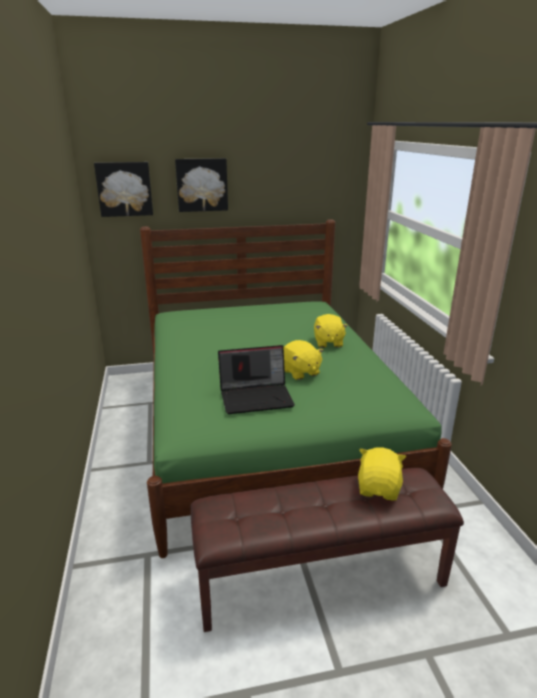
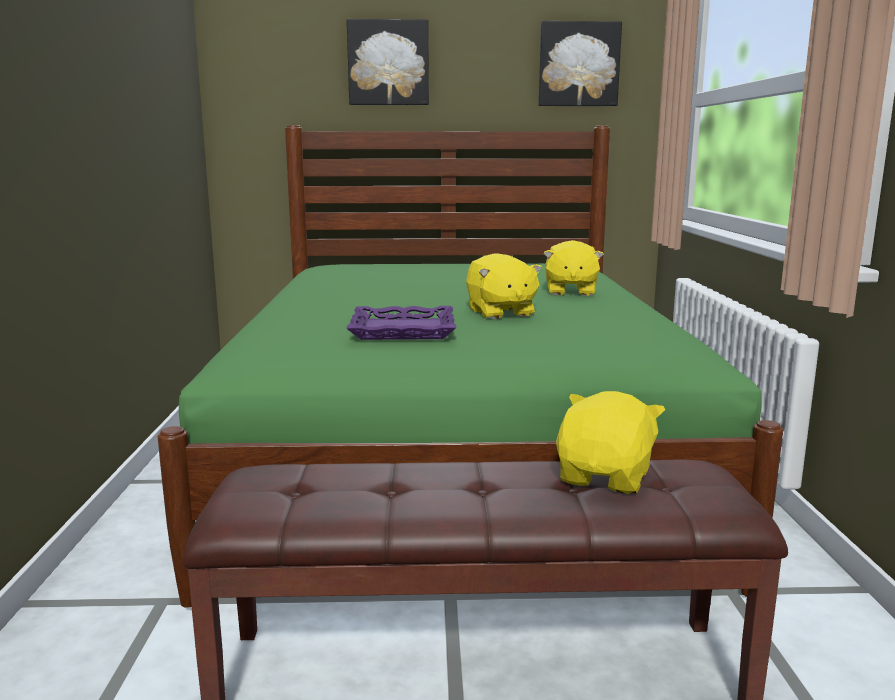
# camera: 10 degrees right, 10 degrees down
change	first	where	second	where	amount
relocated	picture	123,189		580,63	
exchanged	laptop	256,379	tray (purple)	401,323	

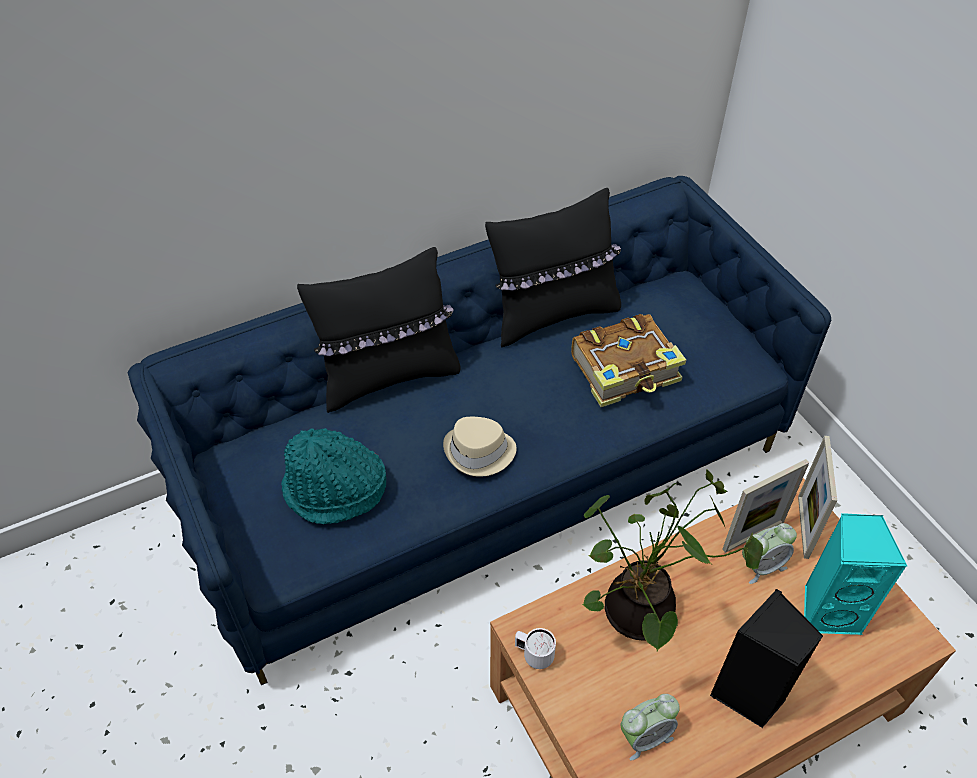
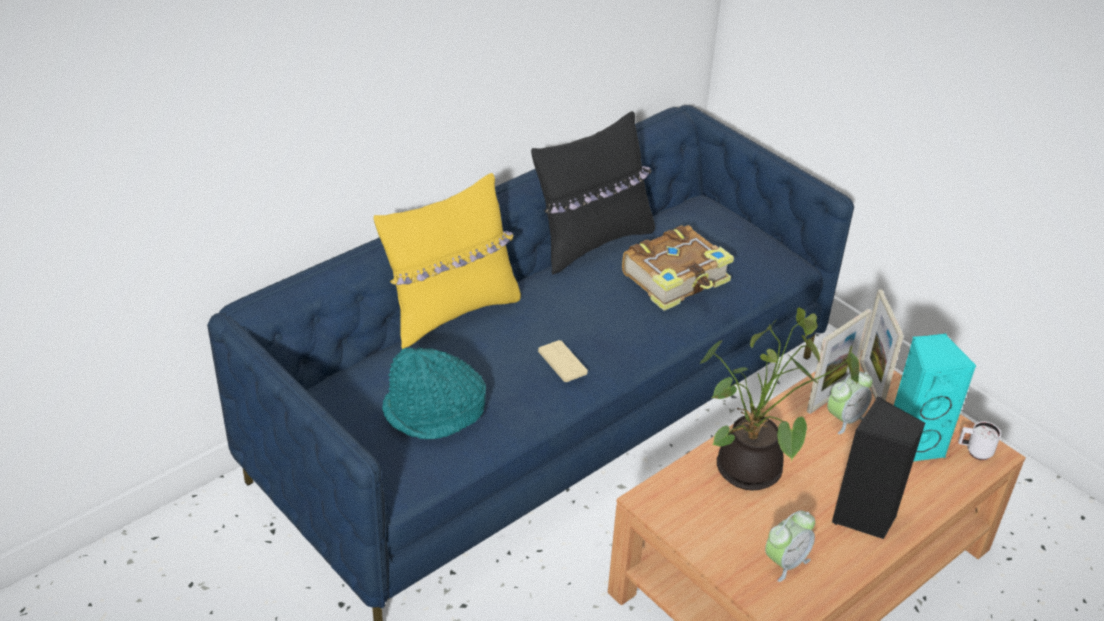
# camera: 15 degrees left, 10 degrees down
change	first	where	second	where	amount
colour	pillow (black)	378,330	pillow (yellow)	447,261	
exchanged	hat (beige)	480,447	game controller (beige)	563,361	
relocated	mug (white)	535,648		979,440	

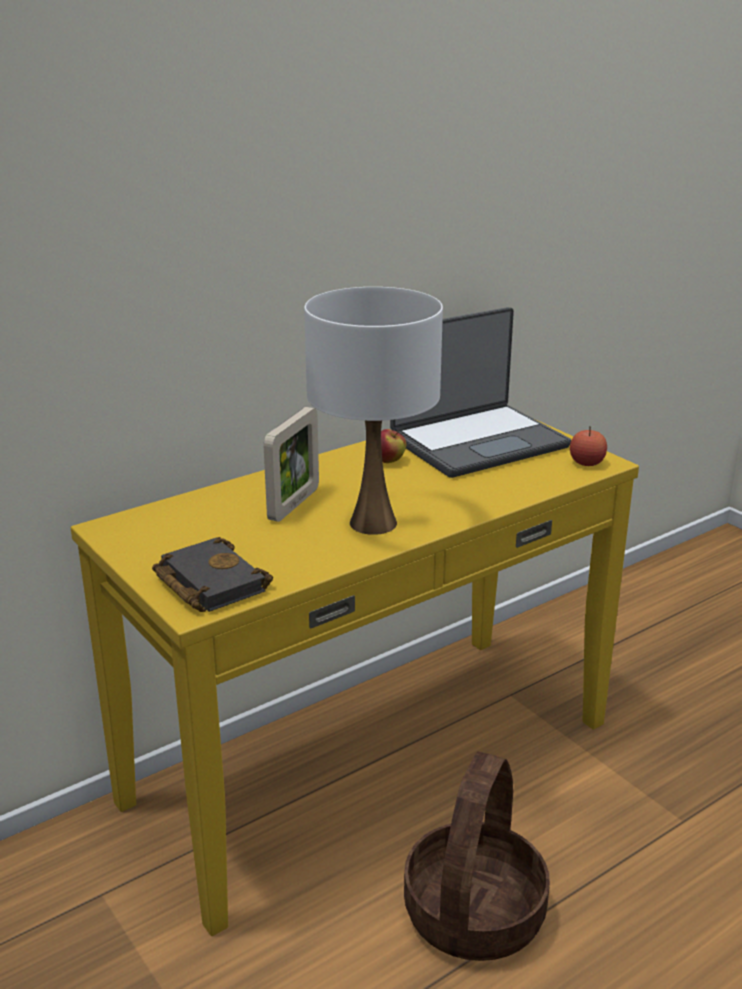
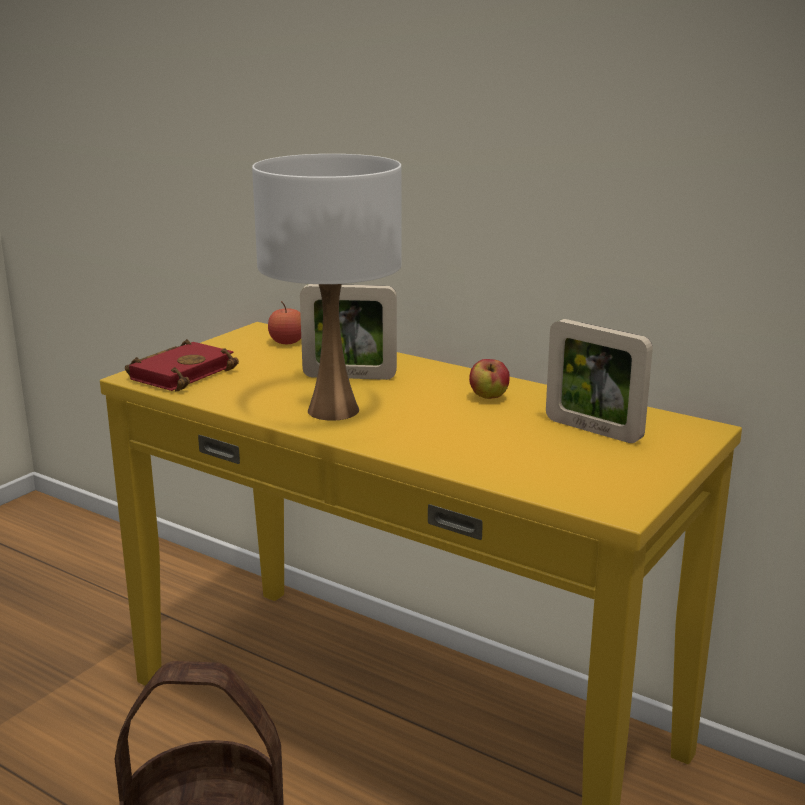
# camera: 70 degrees right, 5 degrees down
change	first	where	second	where	amount
colour	book (black)	212,574	book (red)	182,365	
exchanged	laptop	480,392	picture frame	599,381	
relocated	apple	588,446		284,322	

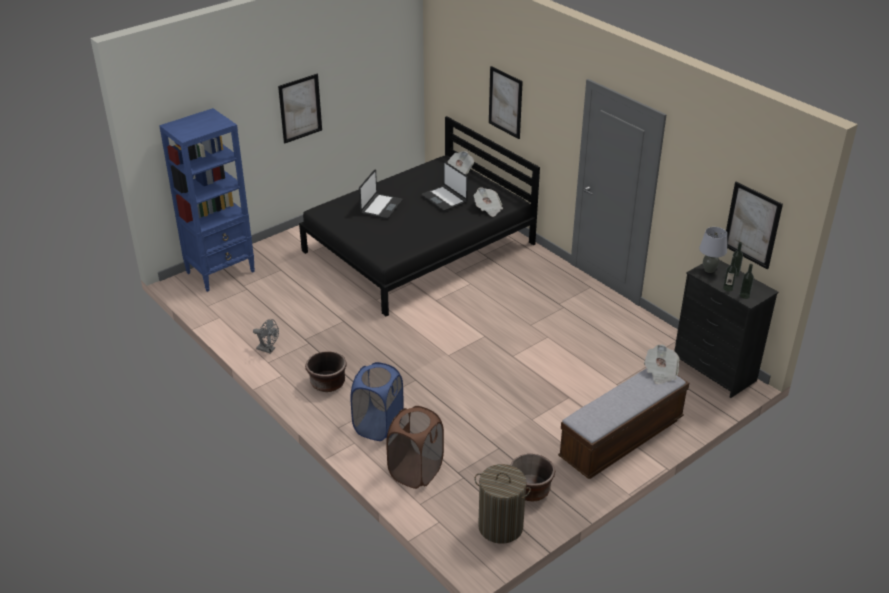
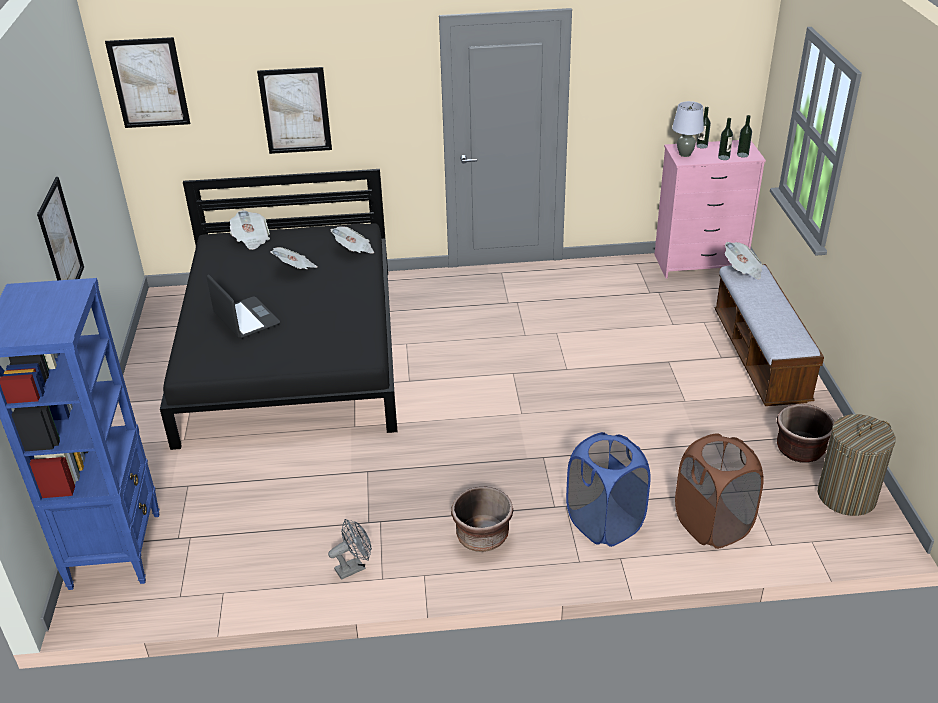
# camera: 55 degrees left, 0 degrees up
change	first	where	second	where	amount
exchanged	laptop	445,186	newspaper	294,258	
colour	dresser (black)	726,329	dresser (pink)	710,209	
relocated	picture	754,226		147,82	

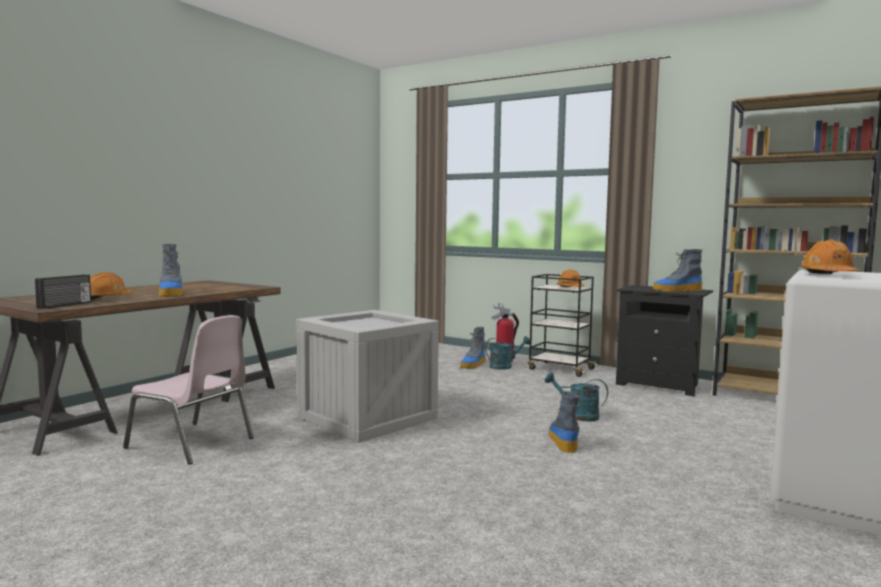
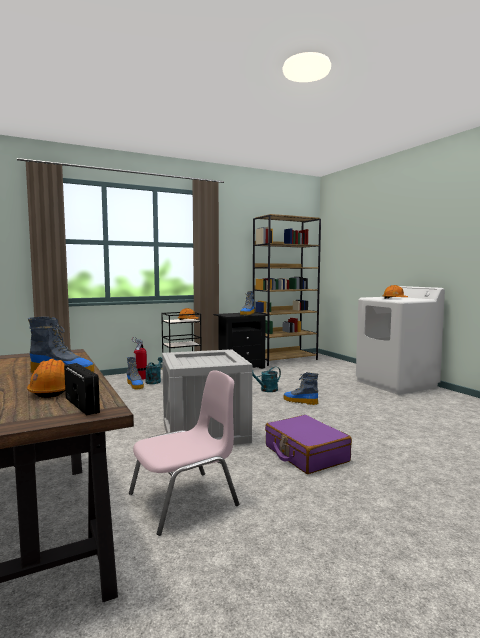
# camera: 60 degrees left, 0 degrees up
change	first	where	second	where	amount
appeared			suitcase (purple)	308,444	

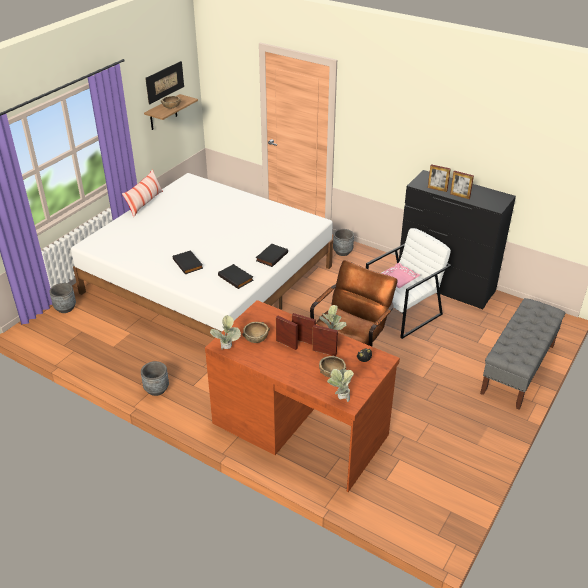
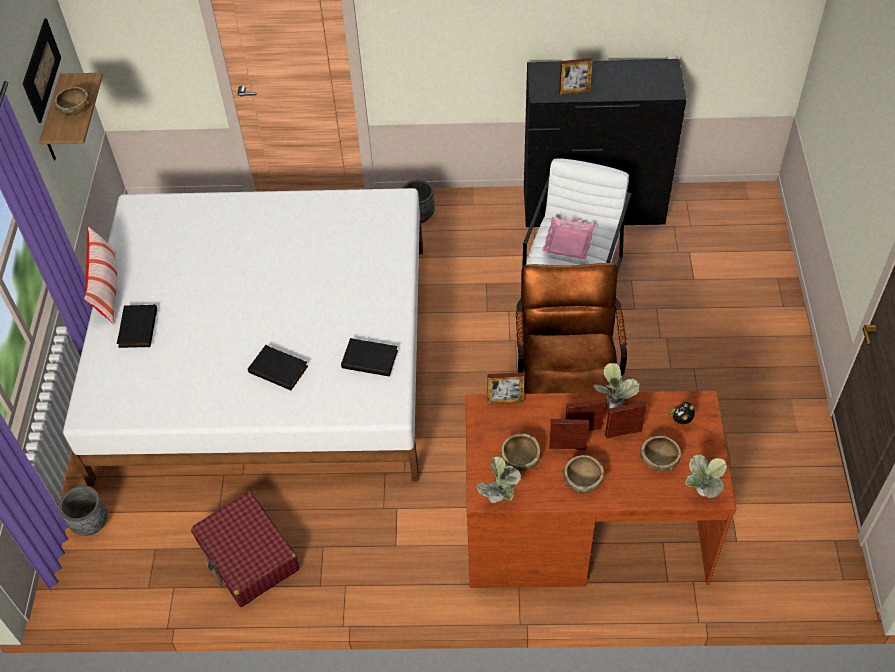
# camera: 30 degrees left, 15 degrees up
change	first	where	second	where	amount
missing	planter (grey)	155,378			
relocated	book (black)	272,255		137,326	
relocated	picture frame	462,185		506,388	
missing	bench (grey)	523,354			
appeared			suitcase (red)	245,549	
appeared			bowl (brown)	584,474	

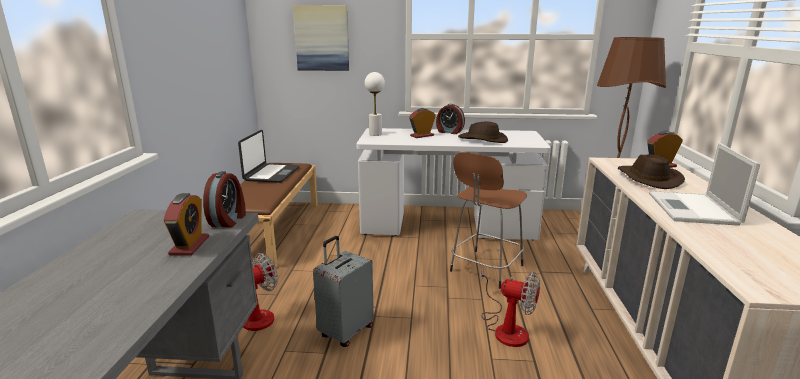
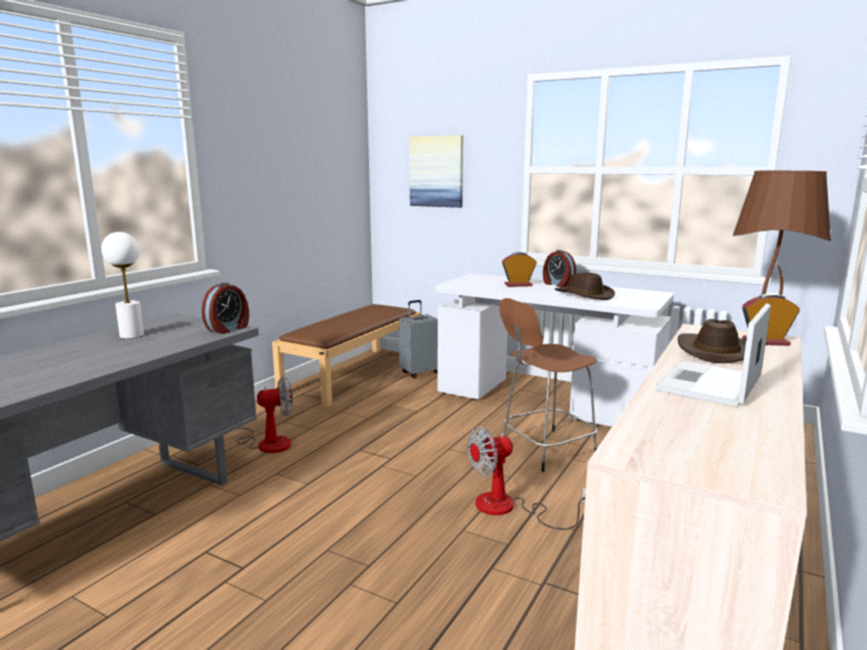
# camera: 25 degrees right, 5 degrees down
change	first	where	second	where	amount
missing	alarm clock	186,224			
missing	laptop	268,156			
relocated	suitcase (grey)	343,291		418,339	
relocated	table lamp (white)	375,104		122,285	
spun	fan	510,307		526,478	105 degrees clockwise

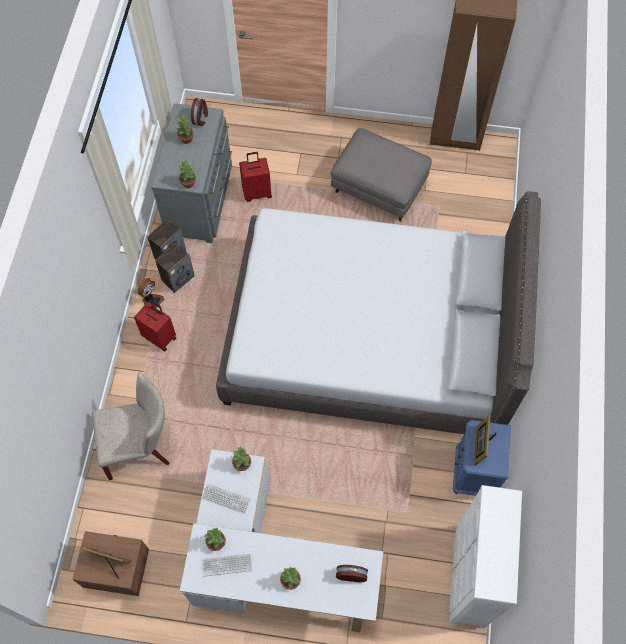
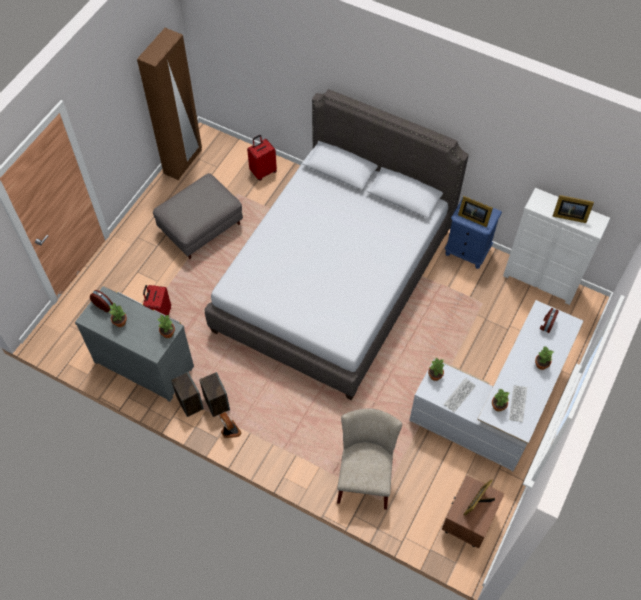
# camera: 70 degrees left, 5 degrees down
change	first	where	second	where	amount
relocated	suitcase (red)	155,326		262,158	
appeared			picture frame	573,209	

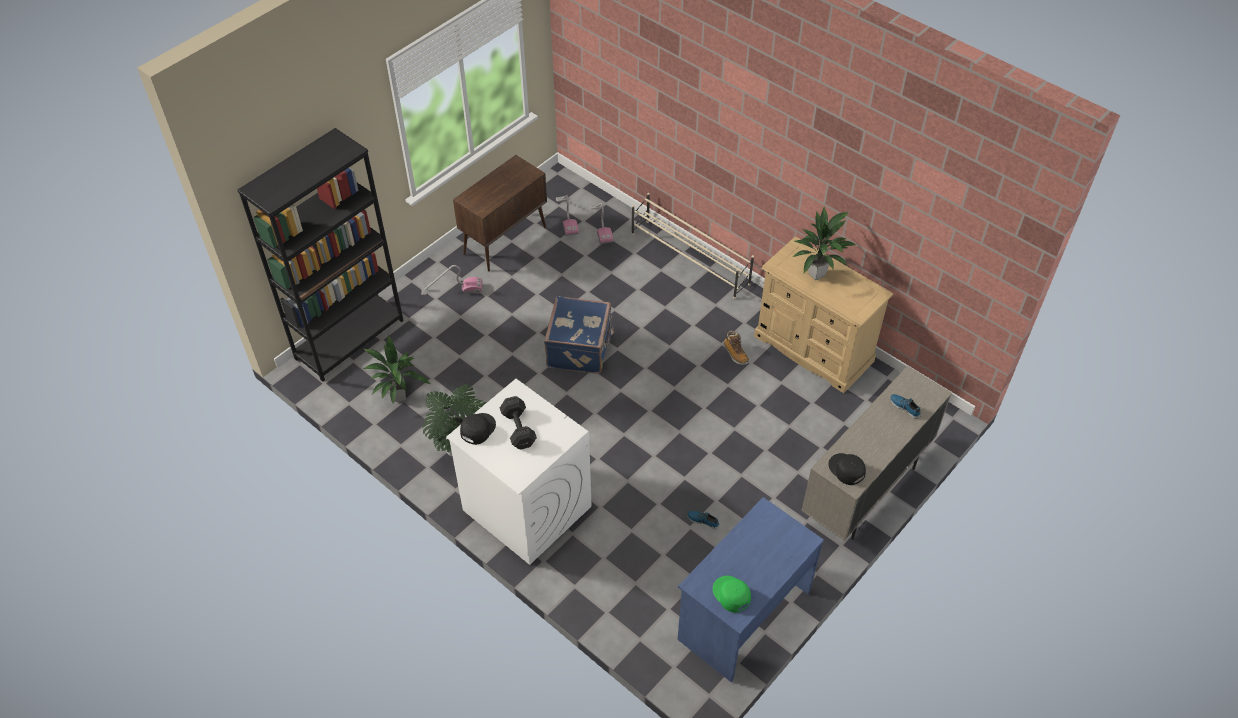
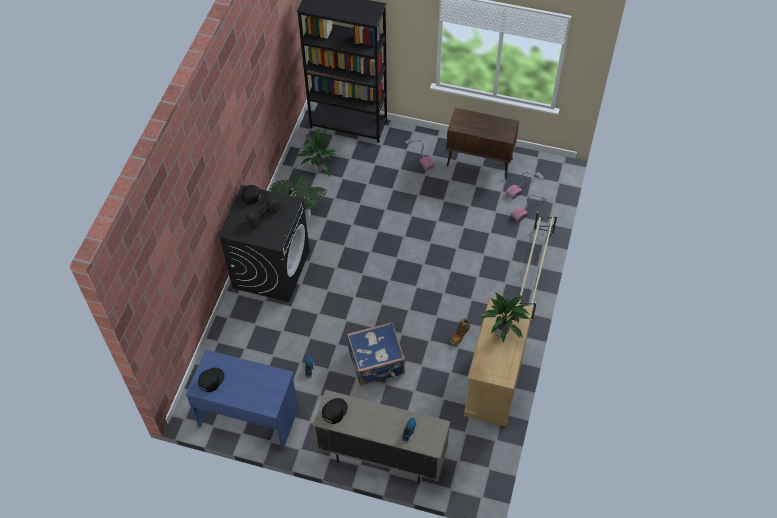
# camera: 65 degrees right, 5 degrees up
change	first	where	second	where	amount
colour	washing machine (white)	518,472	washing machine (black)	264,243	
relocated	suitcase (blue)	579,335		376,354	
colour	cap (green)	732,594	cap (black)	211,379	

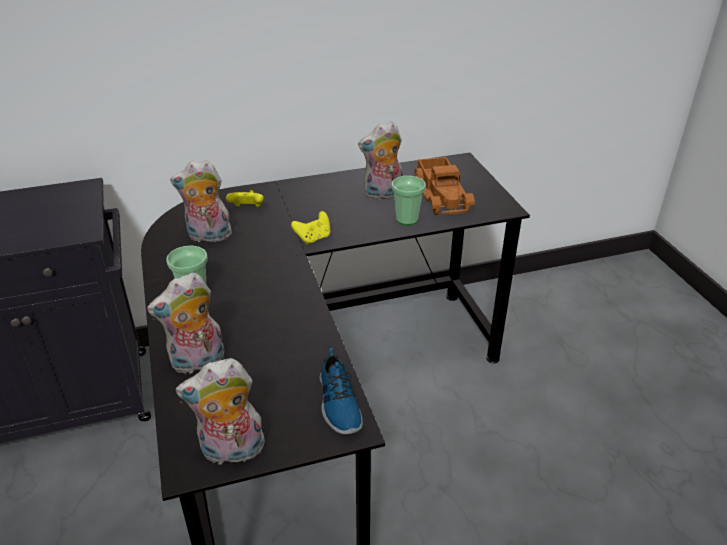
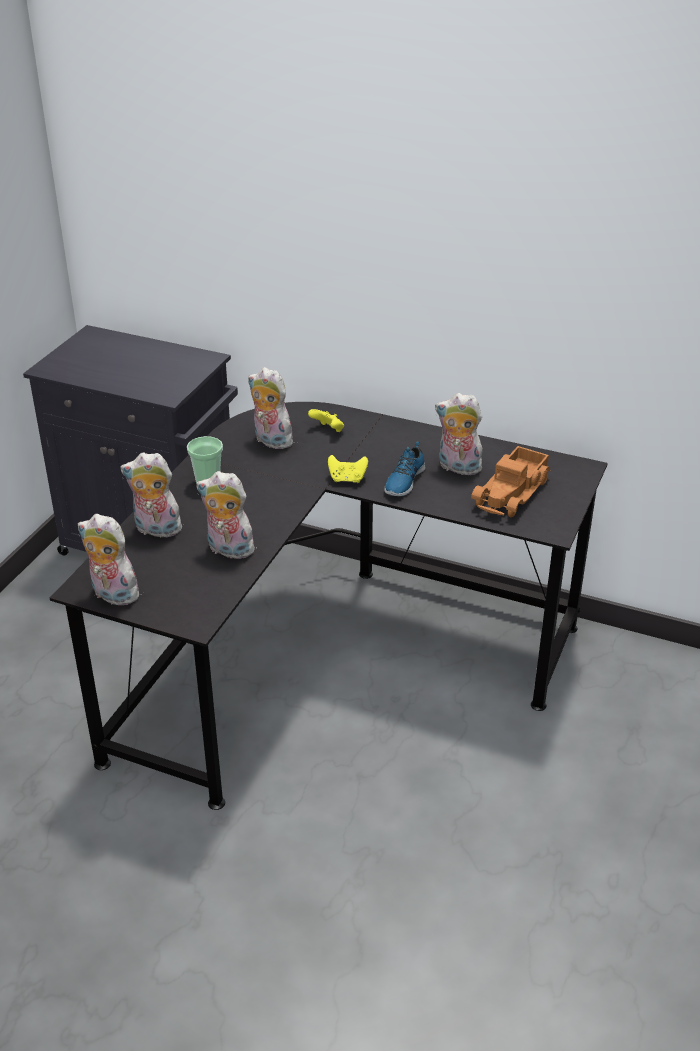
# camera: 40 degrees right, 0 degrees up
change	first	where	second	where	amount
relocated	shoe	341,391		404,469	
missing	cup	409,200			
appeared			plush toy	228,515	

